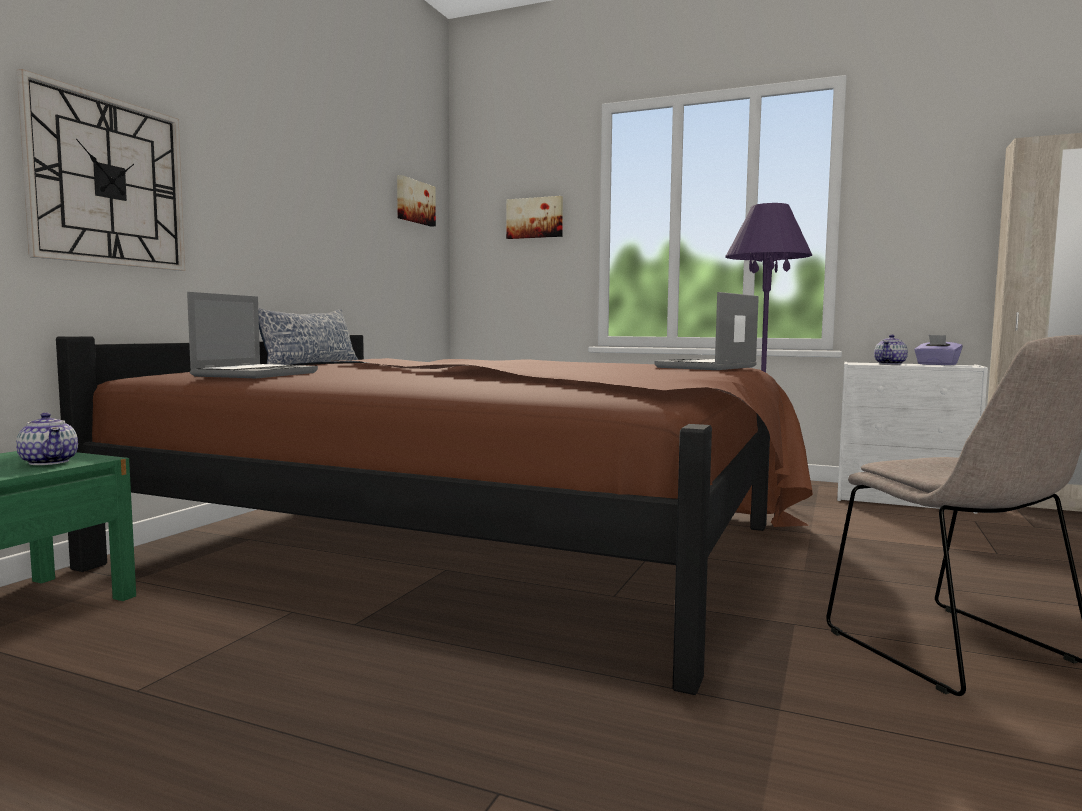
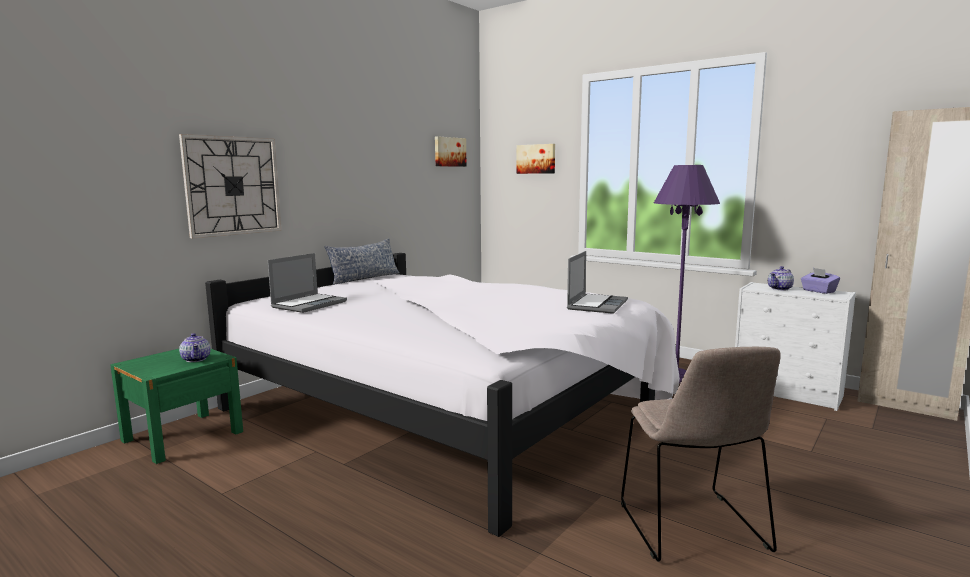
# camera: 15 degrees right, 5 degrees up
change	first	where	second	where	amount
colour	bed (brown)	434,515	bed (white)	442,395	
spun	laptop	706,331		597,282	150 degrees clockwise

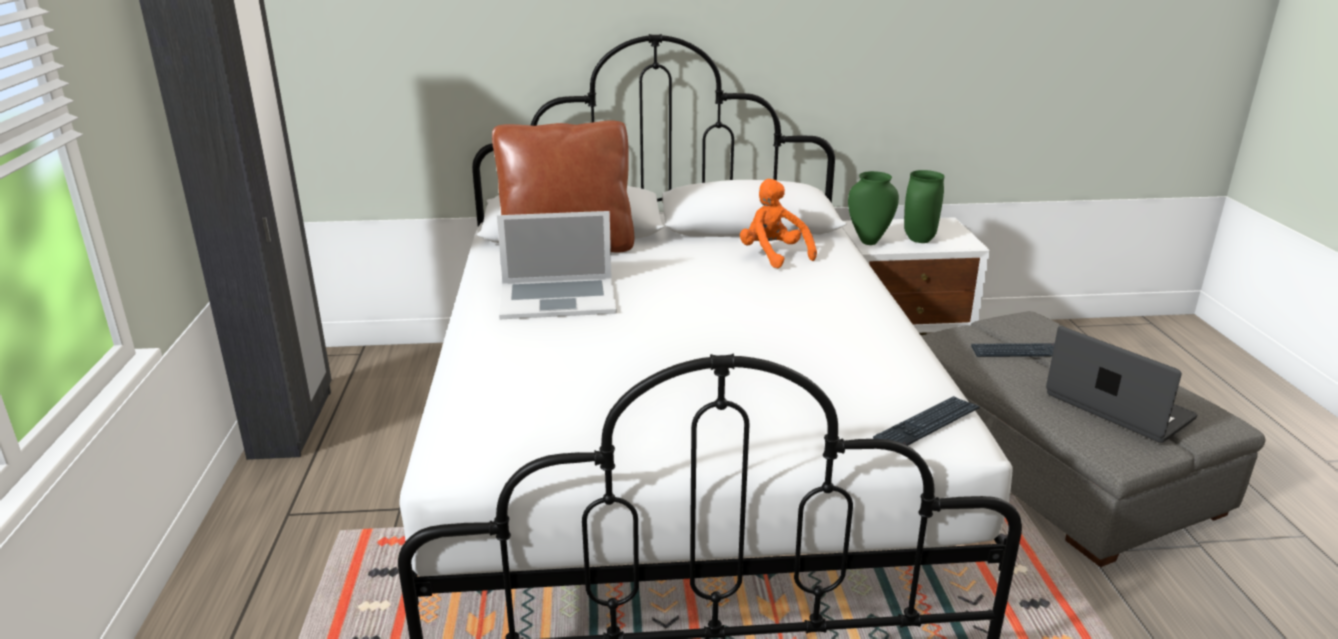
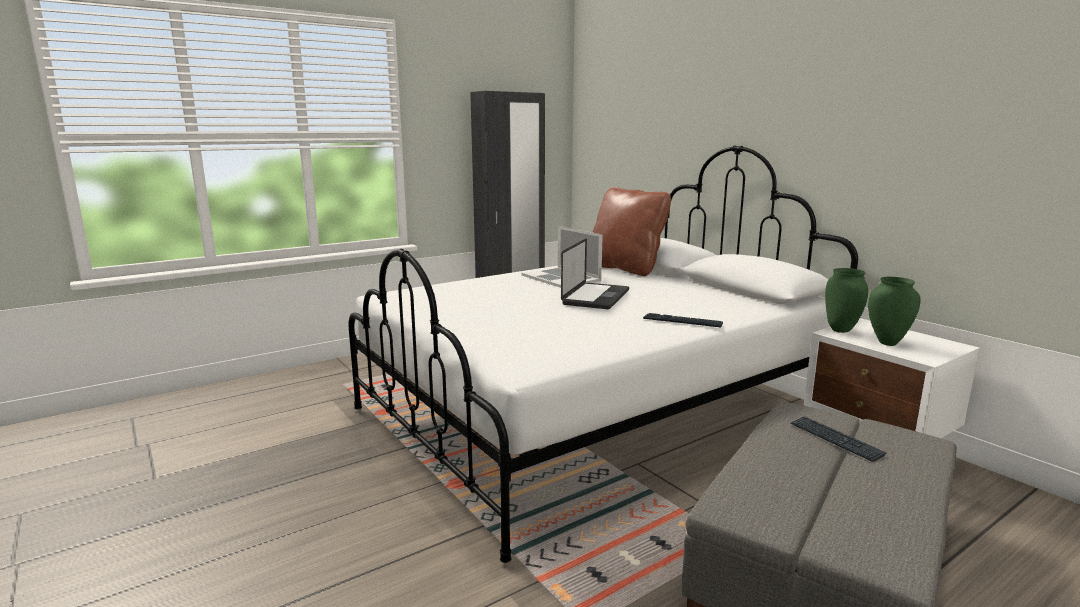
# camera: 60 degrees right, 10 degrees down
change	first	where	second	where	amount
missing	plush toy (orange)	778,223			
relocated	keyboard	926,421		683,320	
relocated	laptop	1122,384		595,273	

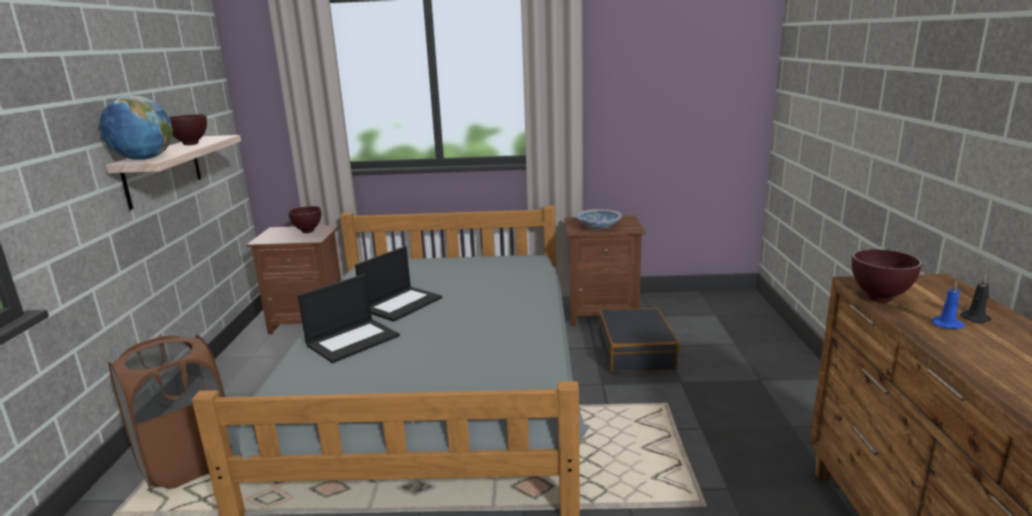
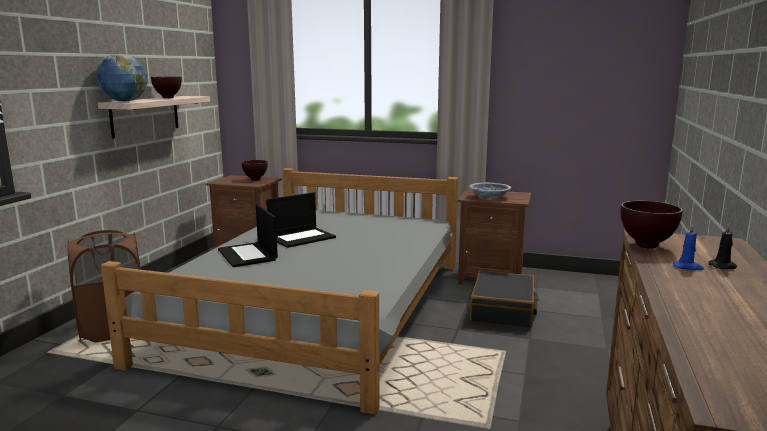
# camera: 15 degrees right, 5 degrees down
change	first	where	second	where	amount
spun	laptop	349,318		248,235	90 degrees clockwise

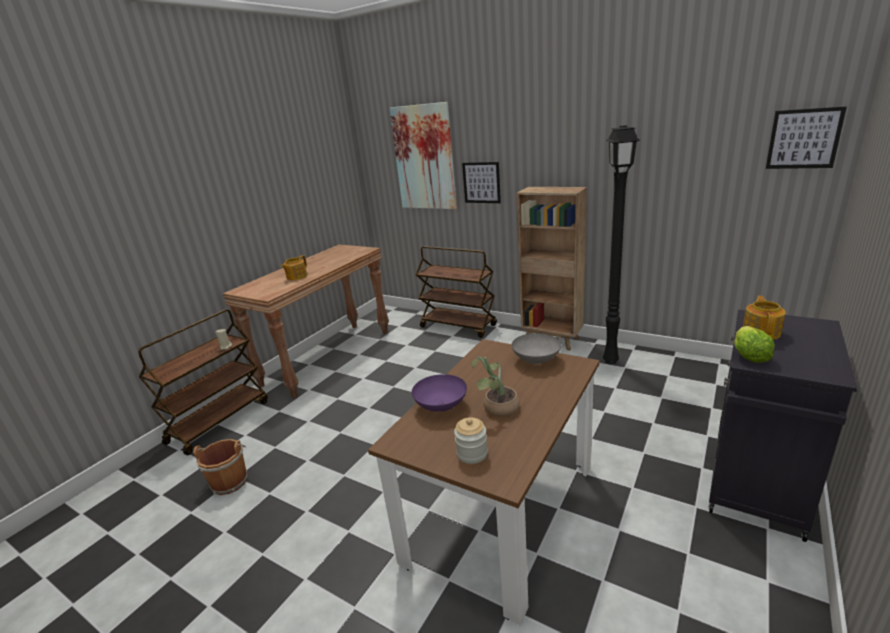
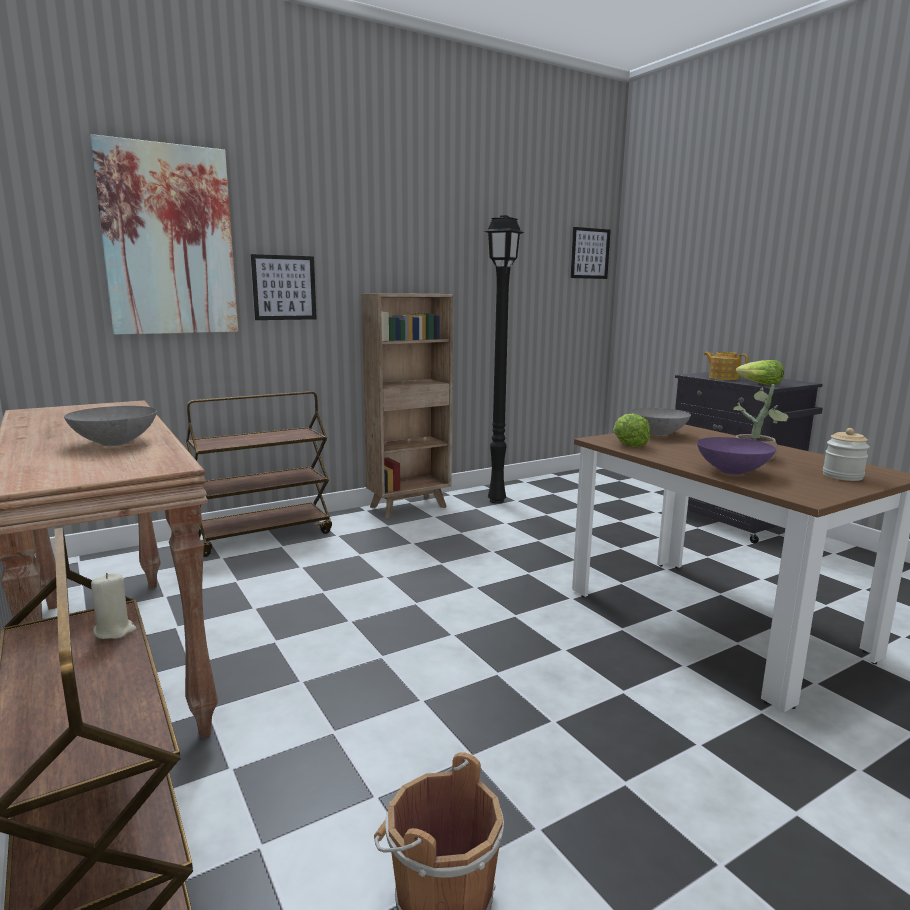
# camera: 65 degrees left, 10 degrees down
change	first	where	second	where	amount
exchanged	teapot	294,267	bowl (grey)	110,426	
appeared			lettuce	631,430	

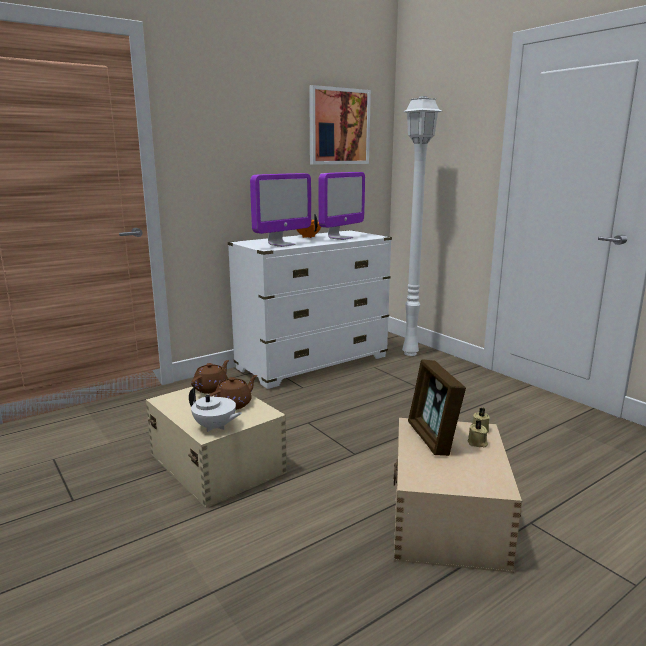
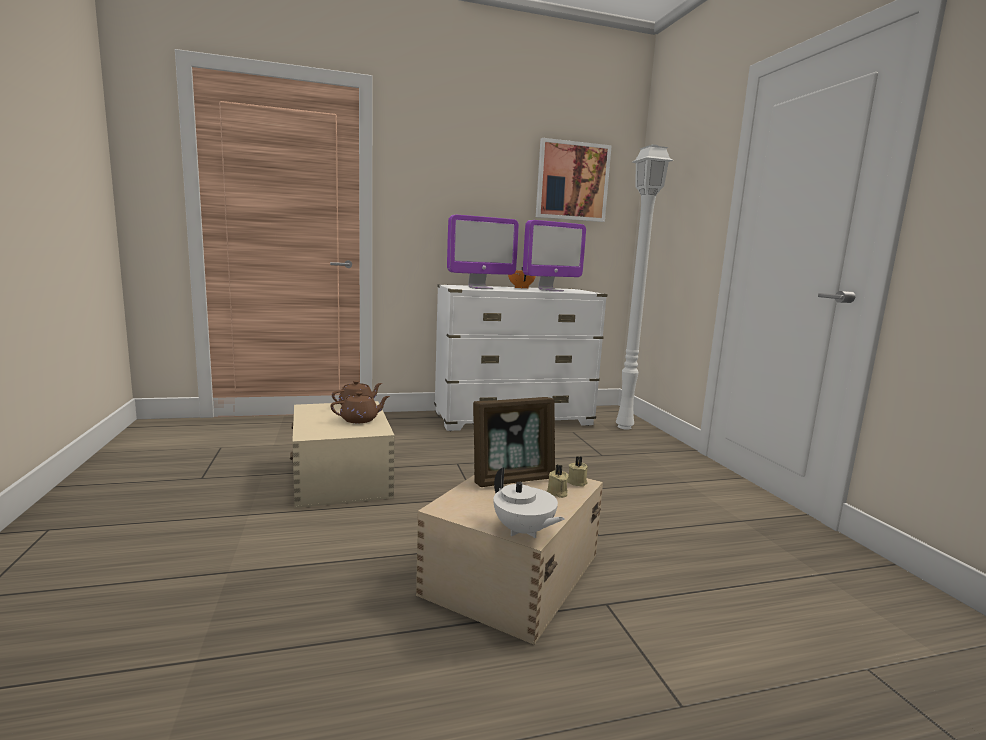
# camera: 20 degrees right, 5 degrees down
change	first	where	second	where	amount
relocated	teapot (white)	215,409		528,503	
spun	picture frame	437,407		514,442	120 degrees counterclockwise

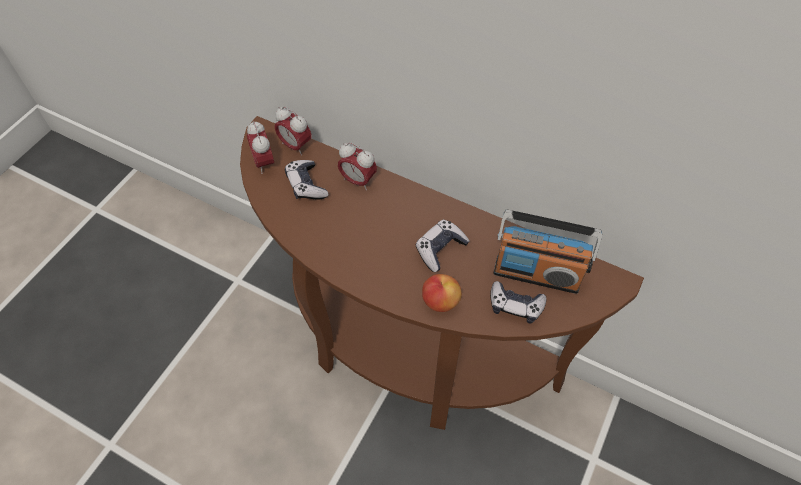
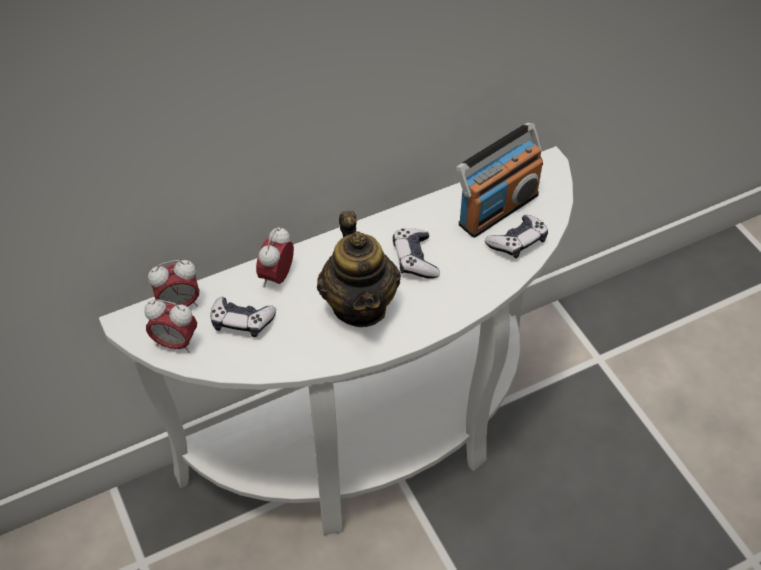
# camera: 55 degrees left, 5 degrees down
change	first	where	second	where	amount
colour	console table (brown)	442,273	console table (white)	336,340	
spun	alarm clock	357,166		275,256	135 degrees clockwise
missing	apple	442,293			
appeared			teapot	359,269	

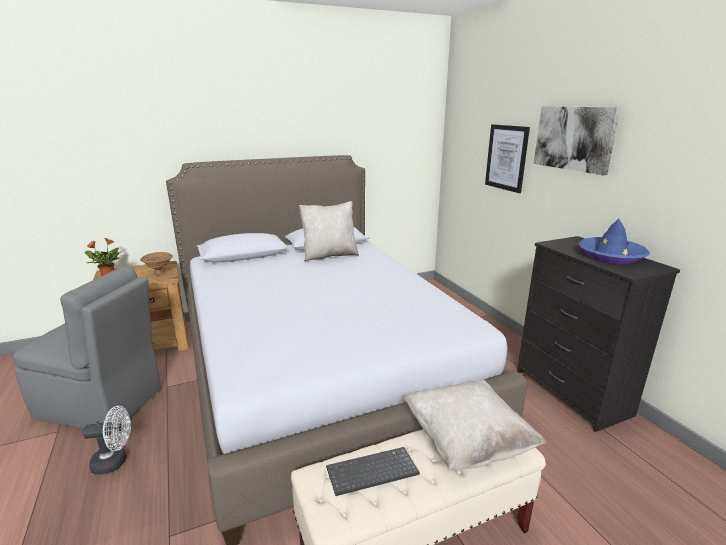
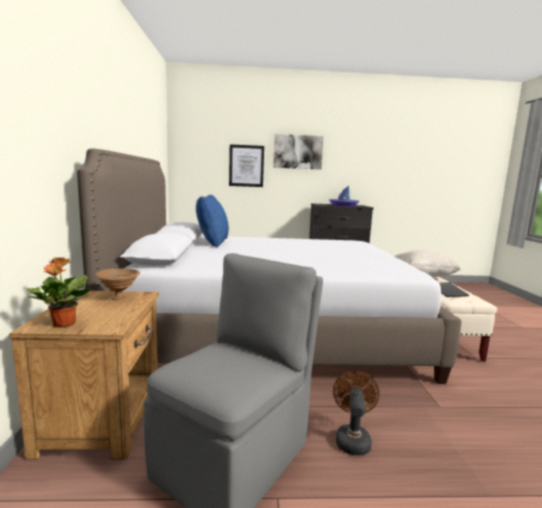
# camera: 70 degrees left, 10 degrees down
change	first	where	second	where	amount
colour	fan (white)	107,440	fan (brown)	356,413	
colour	pillow (beige)	329,231	pillow (blue)	212,221	

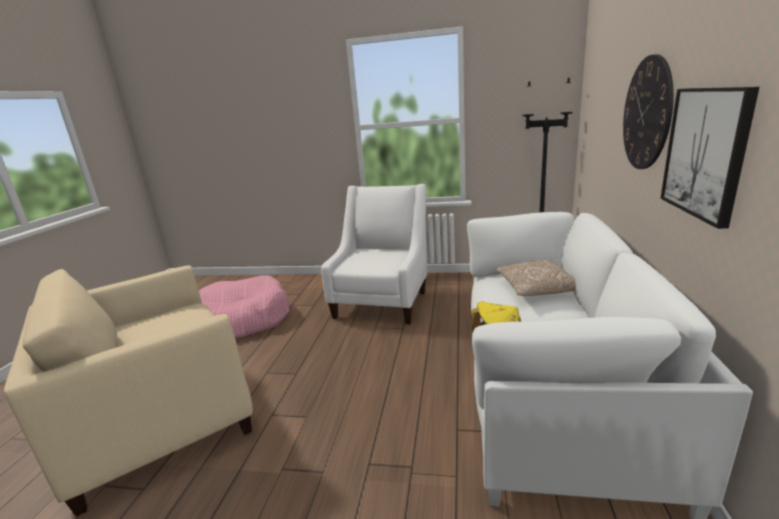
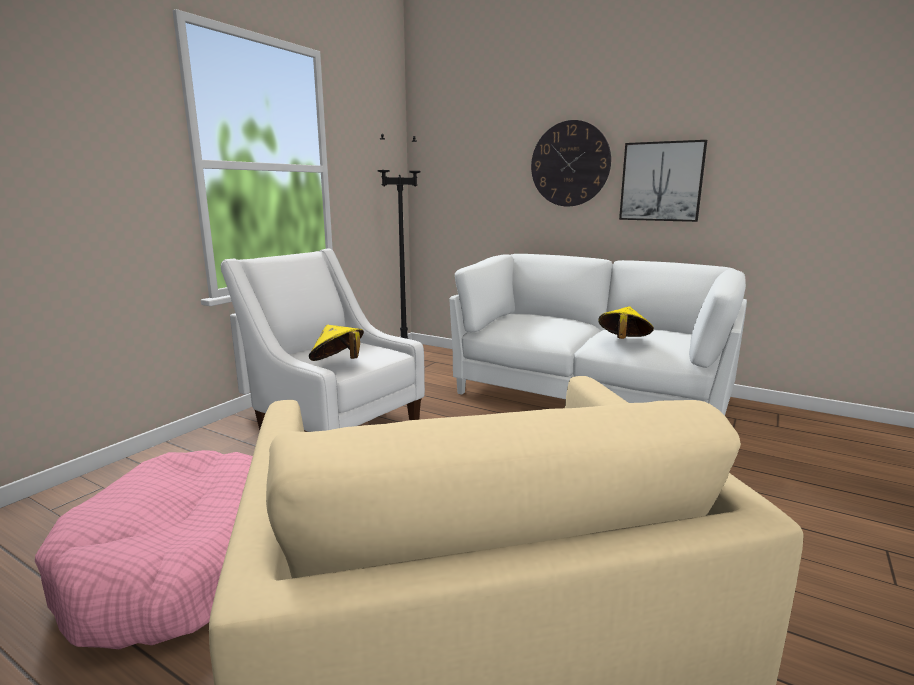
# camera: 70 degrees left, 5 degrees down
change	first	where	second	where	amount
missing	pillow	536,278			
appeared			hat (yellow)	336,343	

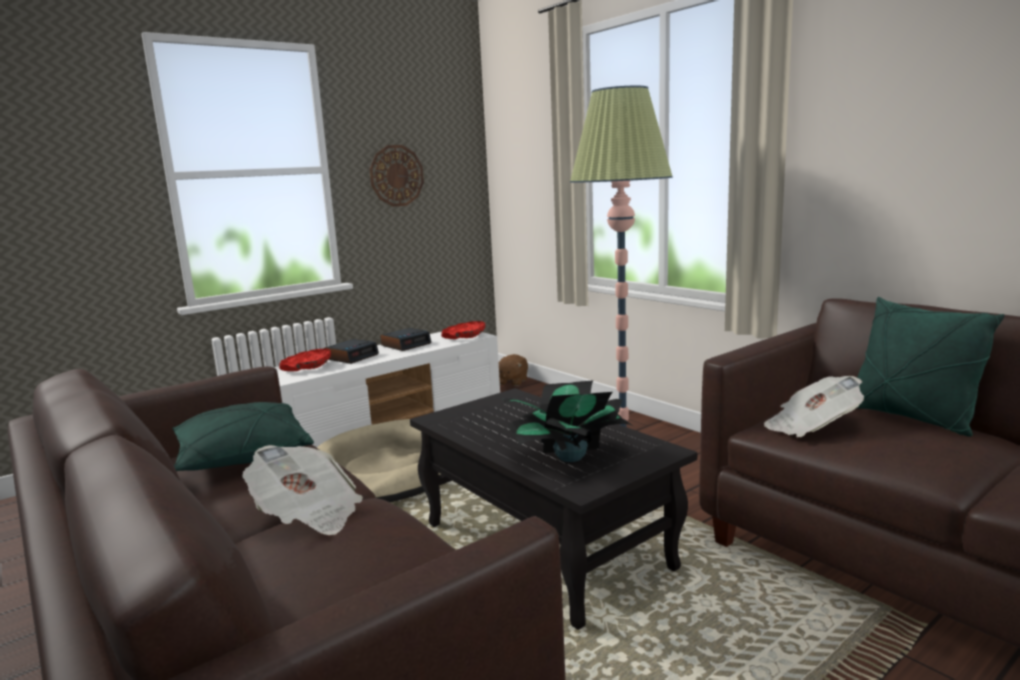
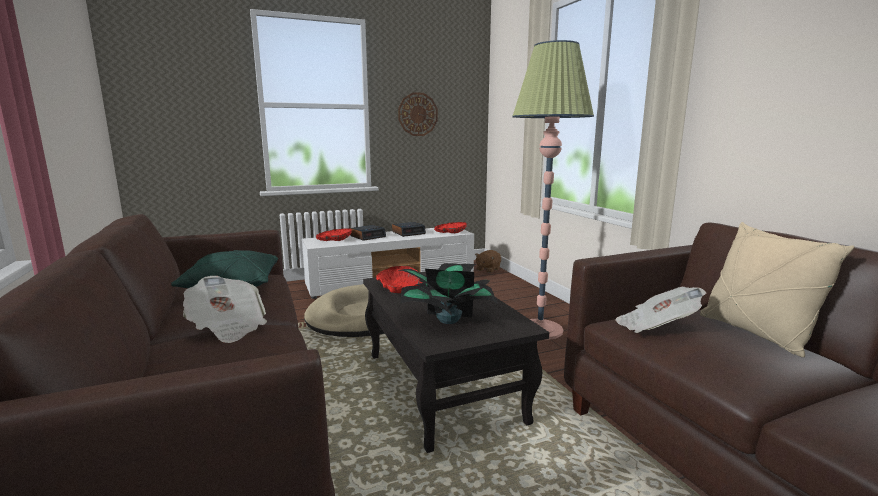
# camera: 15 degrees right, 0 degrees up
change	first	where	second	where	amount
colour	pillow (green)	931,367	pillow (beige)	777,289	
appeared			bowl (red)	399,279	

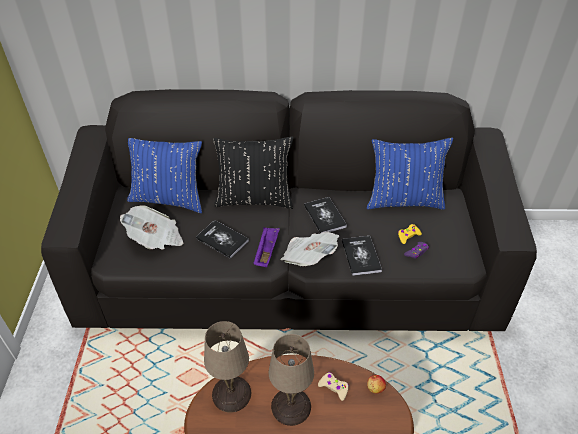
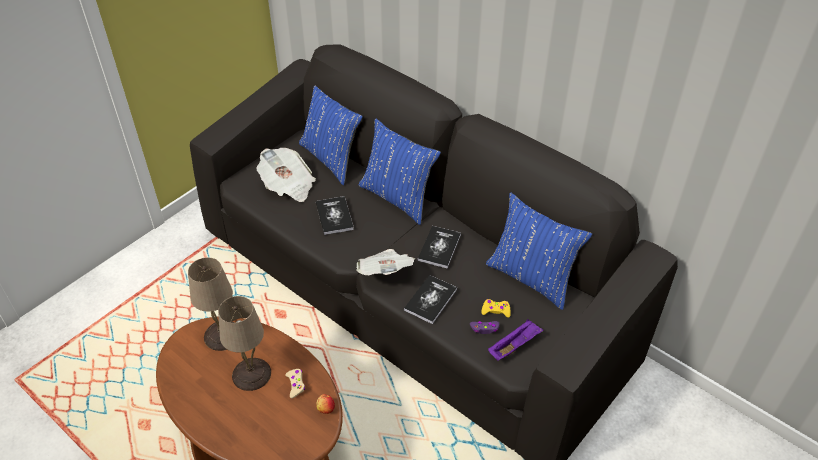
# camera: 40 degrees right, 0 degrees up
change	first	where	second	where	amount
colour	pillow (black)	253,173	pillow (blue)	400,172	
relocated	tray (purple)	266,247		515,340	

